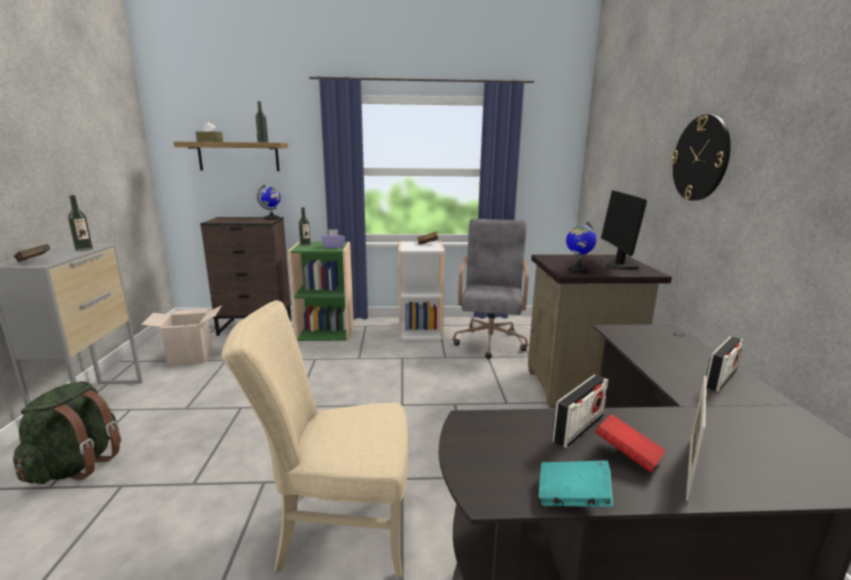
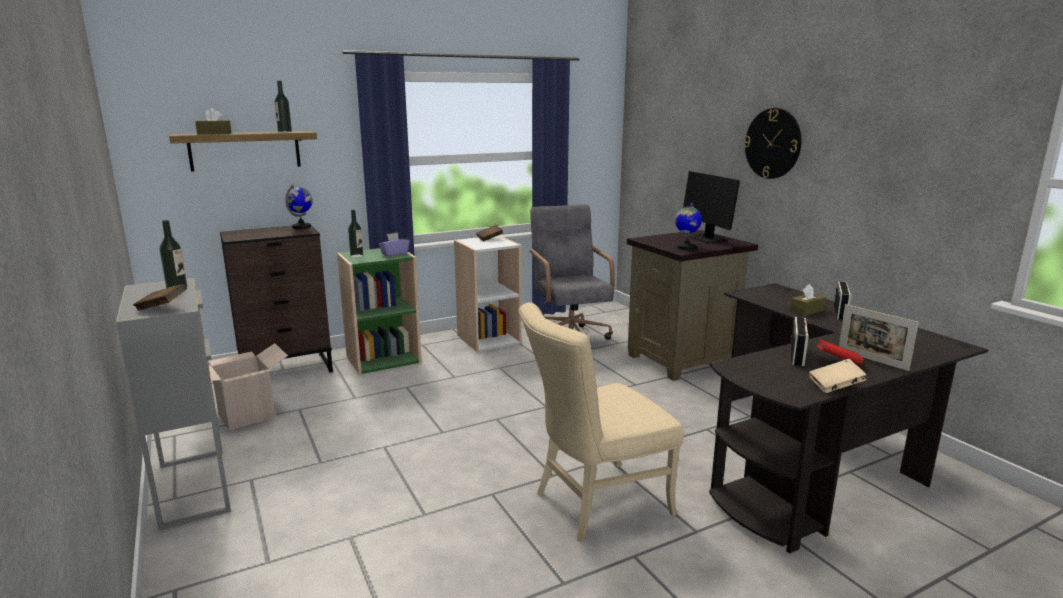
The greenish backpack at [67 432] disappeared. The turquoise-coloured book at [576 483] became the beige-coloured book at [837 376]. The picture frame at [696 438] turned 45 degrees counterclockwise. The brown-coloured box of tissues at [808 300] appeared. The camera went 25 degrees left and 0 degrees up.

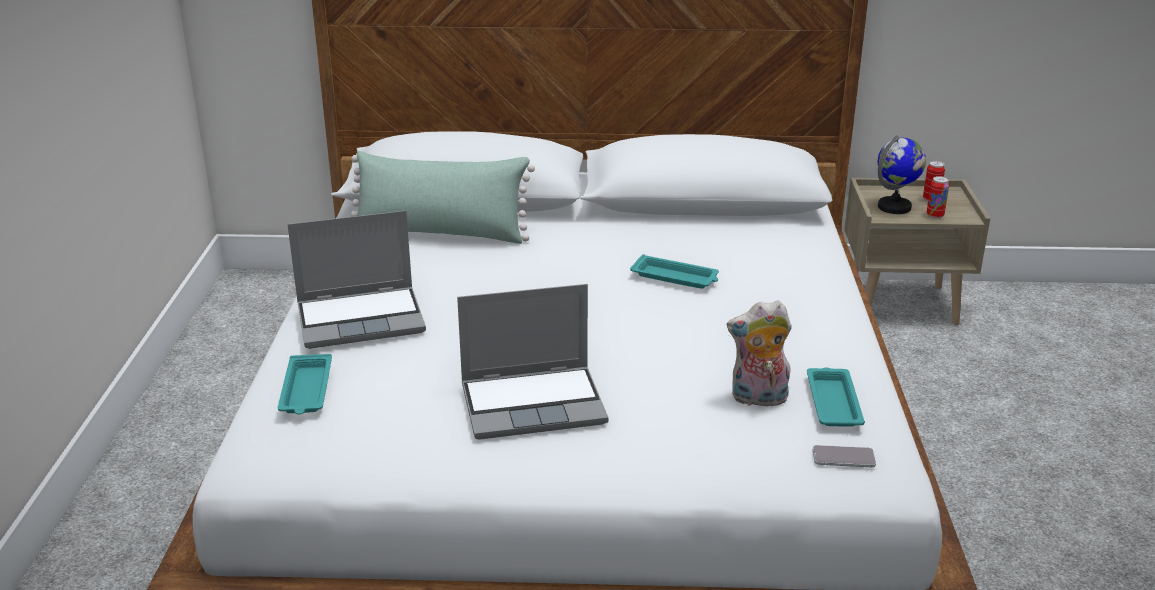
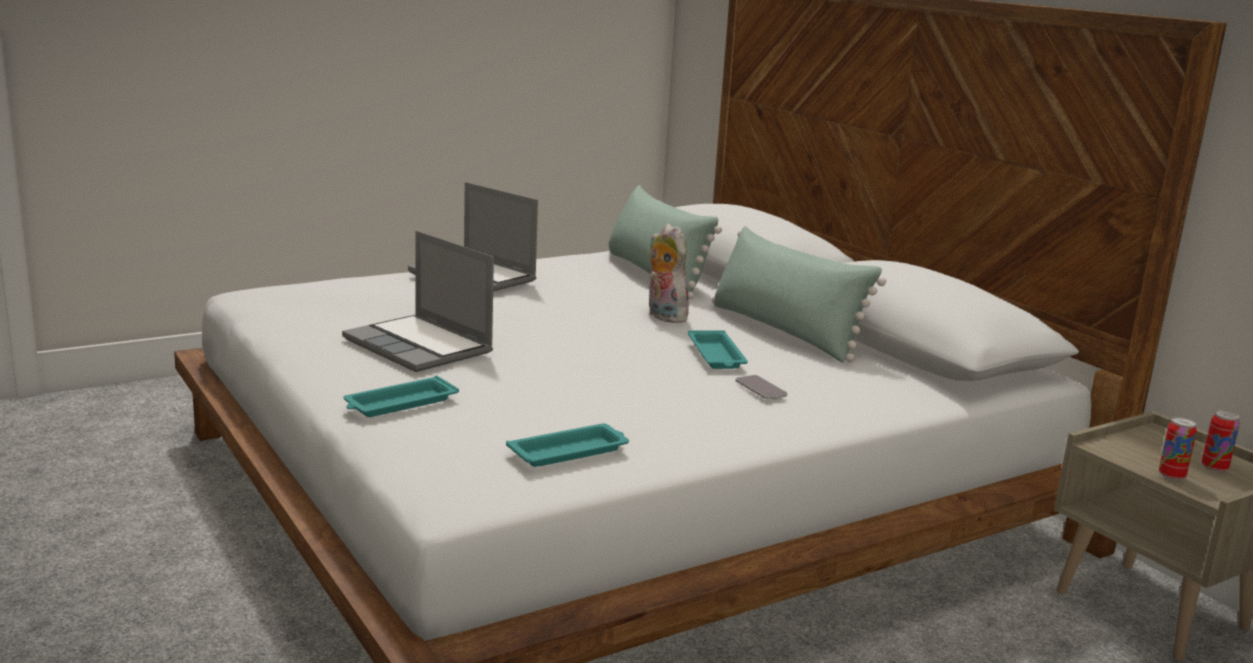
The turquoise-coloured carrying tray moved from [305 384] to [401 396]. The cuddly toy moved from [759 353] to [669 273]. The phone moved from [844 456] to [761 387]. The desk globe at [901 174] disappeared. The greenish cushion at [799 294] appeared. The camera went 55 degrees right and 10 degrees down.

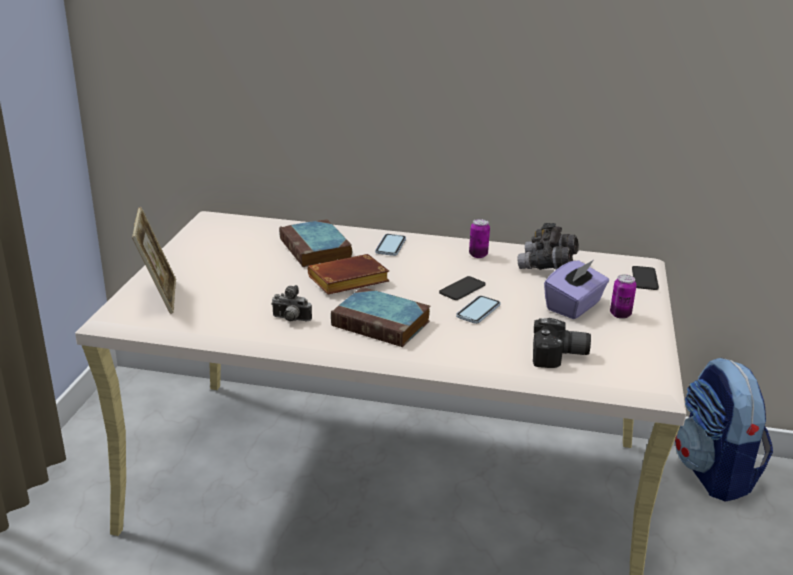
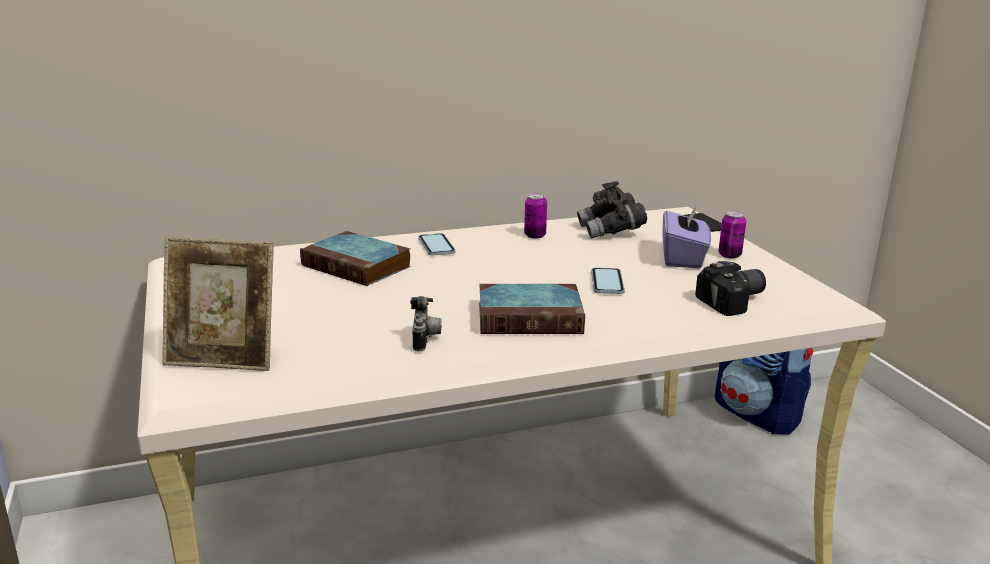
The picture frame at [154 260] turned 135 degrees clockwise. The still camera at [291 303] turned 75 degrees counterclockwise. The brown-coloured book at [348 274] disappeared. The phone at [462 288] disappeared. The camera went 30 degrees left and 5 degrees down.

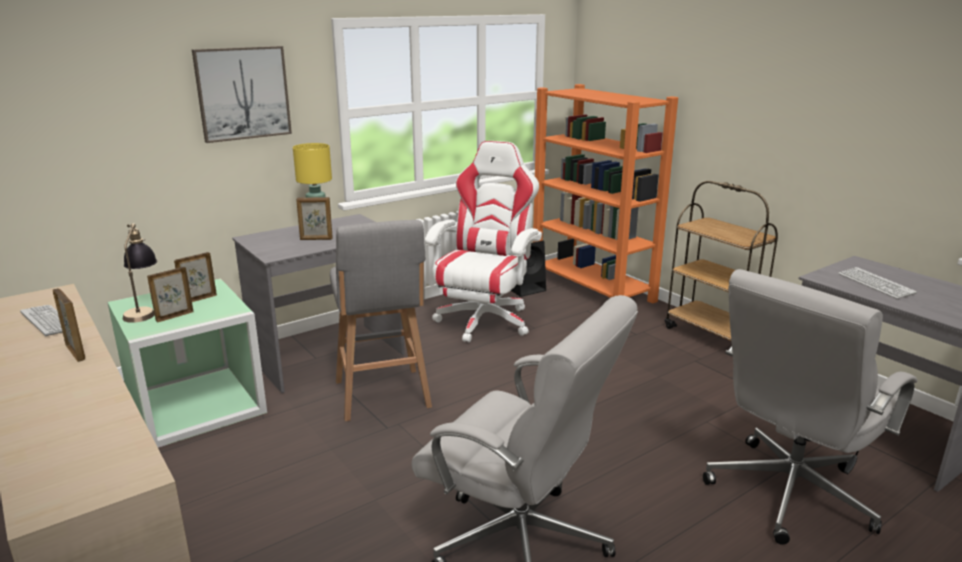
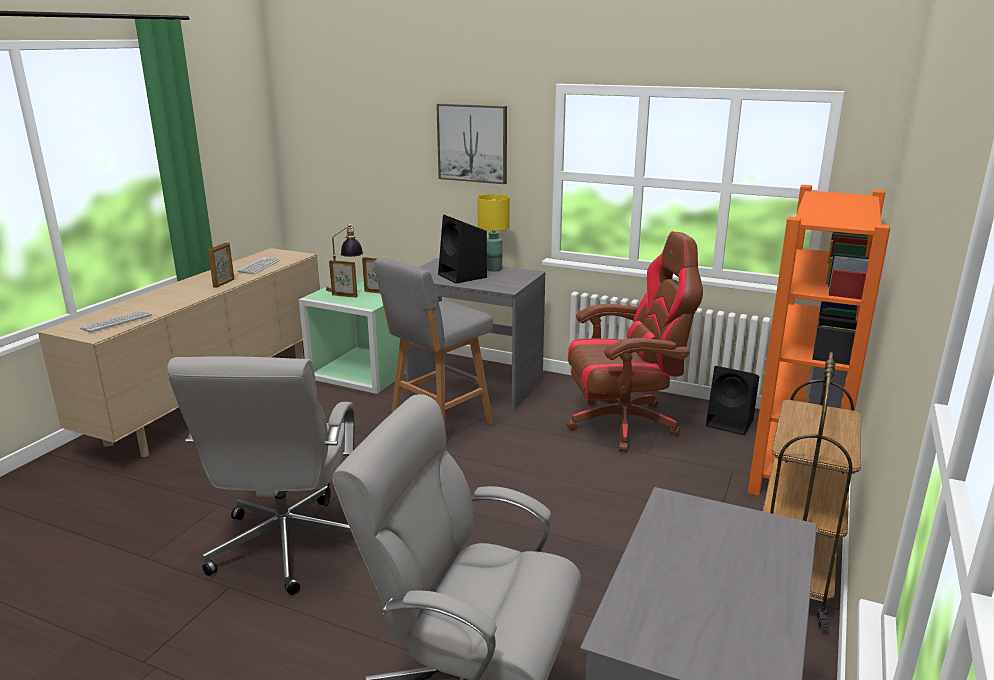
The picture frame at [314 218] was replaced by the blackish audio speaker at [462 249]. The white-coloured office chair at [483 242] became the brown-coloured office chair at [635 342]. The computer keyboard moved from [877 283] to [116 322]. The camera went 60 degrees right and 0 degrees up.

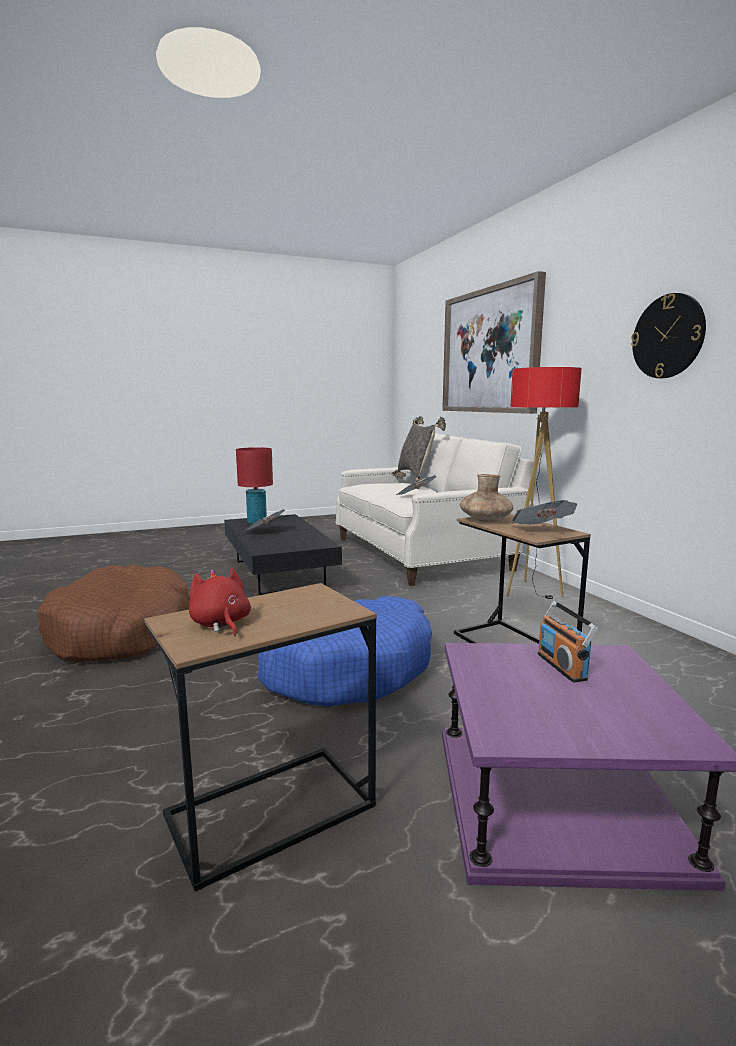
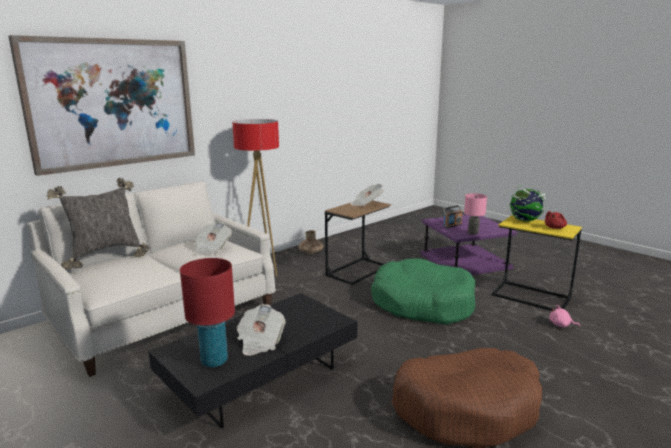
The brown-coloured side table at [260 737] became the yellowish side table at [537 263]. The blue pet bed at [344 651] became the greenish pet bed at [423 291]. The brown-coloured decorative vase moved from [486 498] to [311 242]. The wall clock at [668 335] disappeared. The pinkish lamp for a table at [475 214] appeared. The desk globe at [527 203] appeared. The pinkish cuddly toy at [564 316] appeared. The camera went 110 degrees left and 5 degrees up.

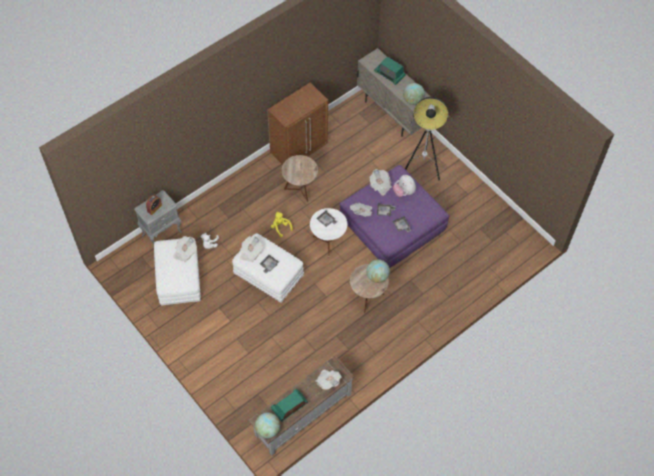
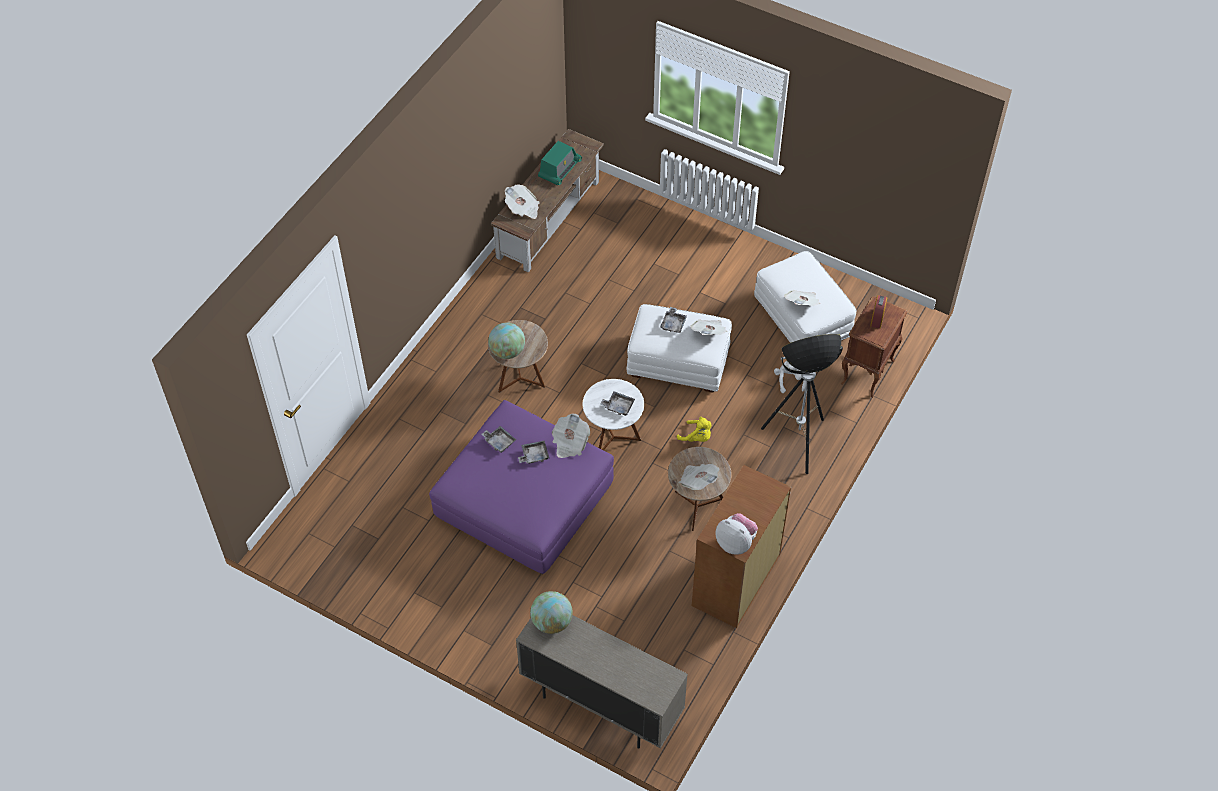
The grey bedside table at [158 217] became the brown-coloured bedside table at [874 347]. The desk globe at [267 425] disappeared. The printed paper moved from [380 182] to [699 476]. The radio at [390 71] disappeared. The cuddly toy moved from [404 186] to [737 534]. The standard lamp moved from [427 138] to [802 404]. The camera went 160 degrees right and 5 degrees down.

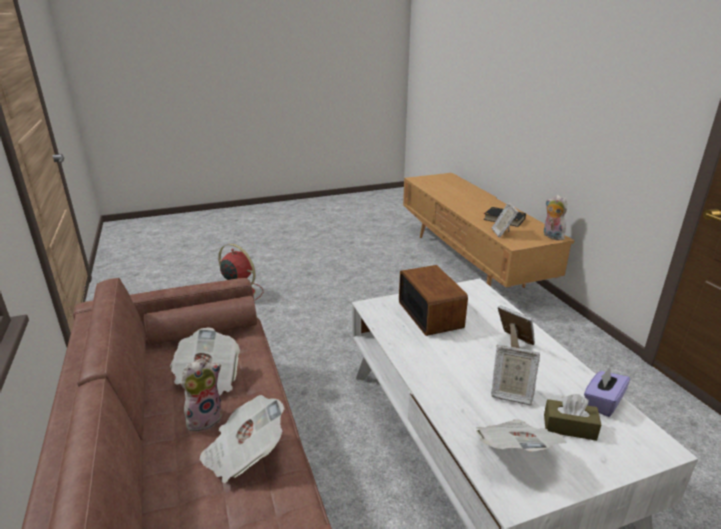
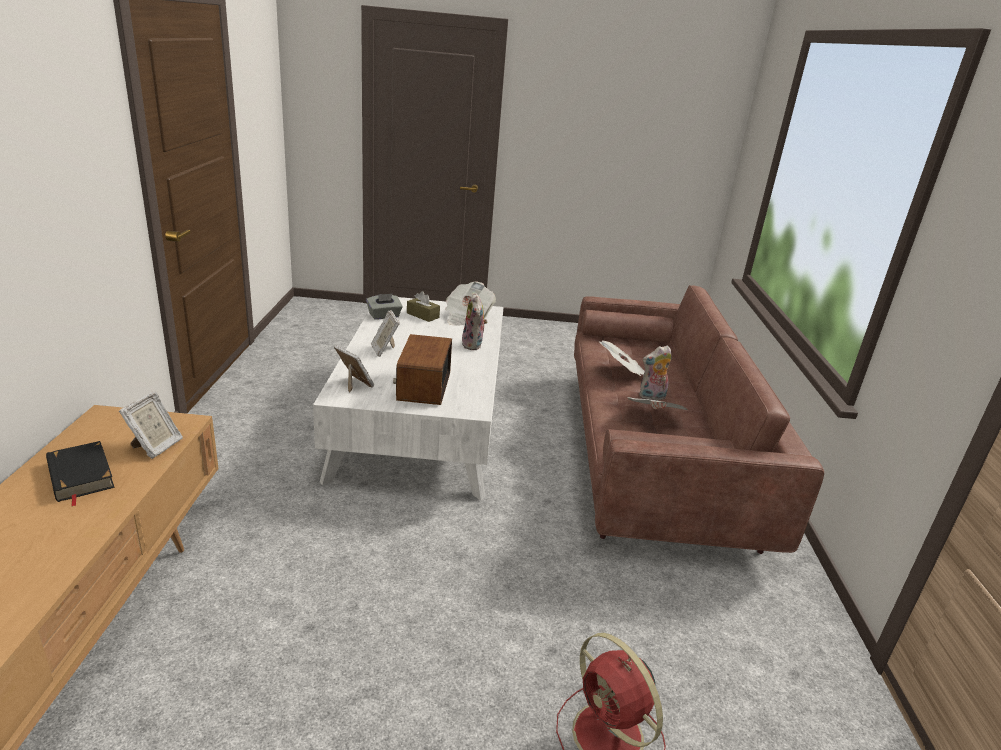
The picture frame moved from [515 375] to [354 369]. The cuddly toy moved from [555 217] to [475 321]. The purplish box of tissues at [607 392] became the grey box of tissues at [384 307]. The camera went 160 degrees left and 0 degrees up.

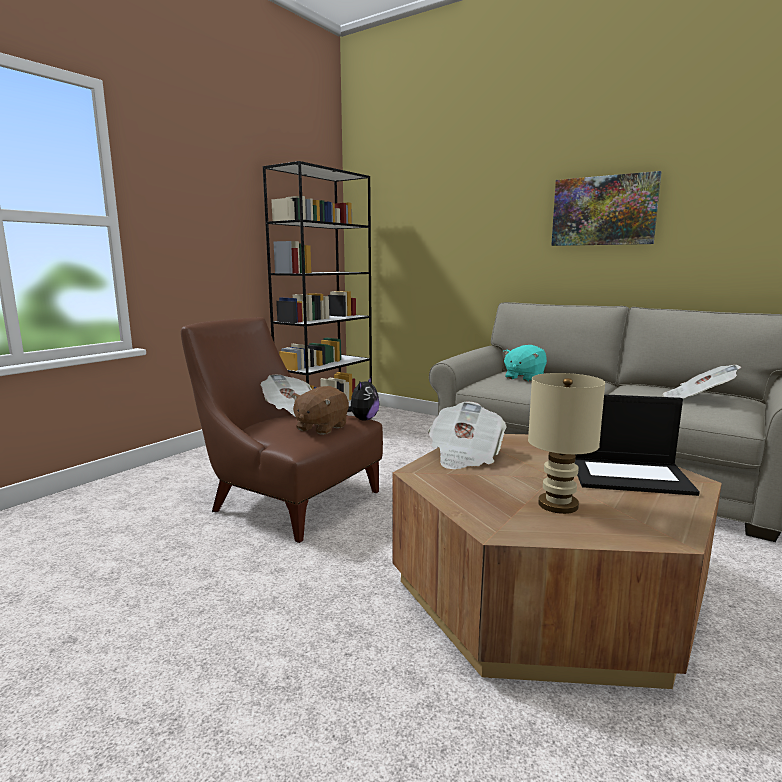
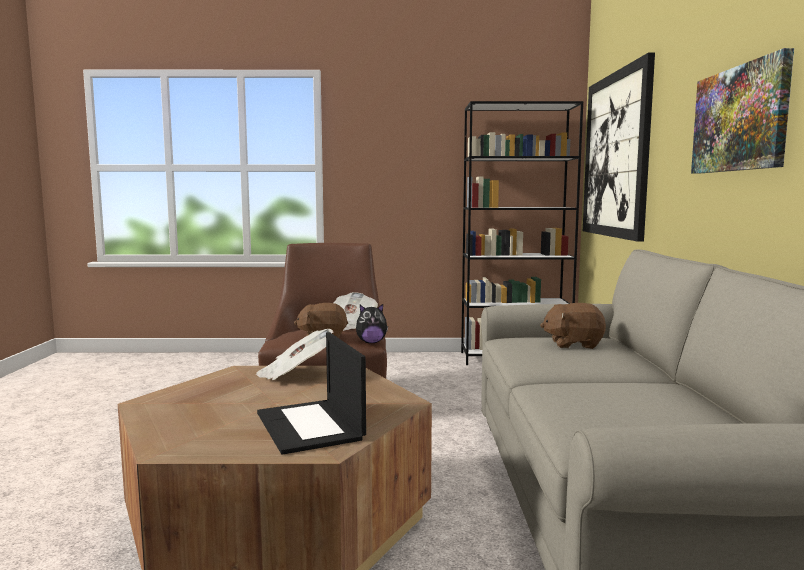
The turquoise-coloured cuddly toy at [525 363] became the brown-coloured cuddly toy at [573 326]. The beige-coloured lamp for a table at [566 443] disappeared. The printed paper at [701 382] disappeared. The wall picture at [619 147] appeared. The camera went 55 degrees right and 5 degrees down.

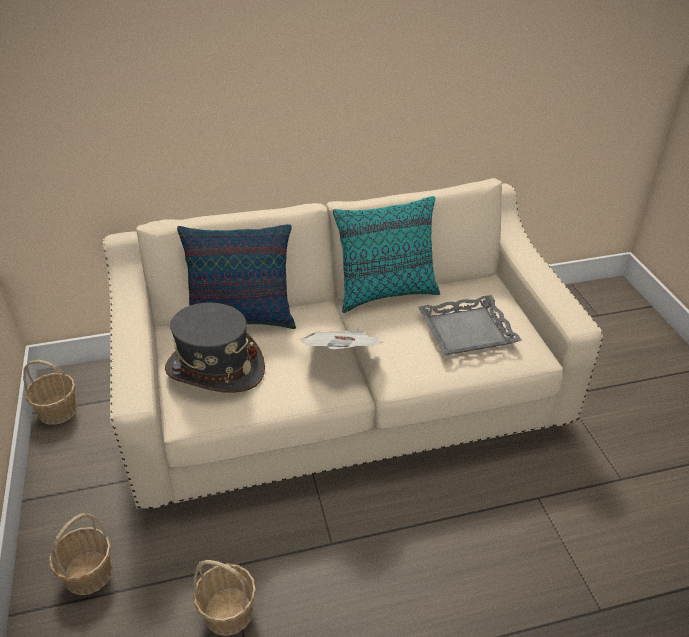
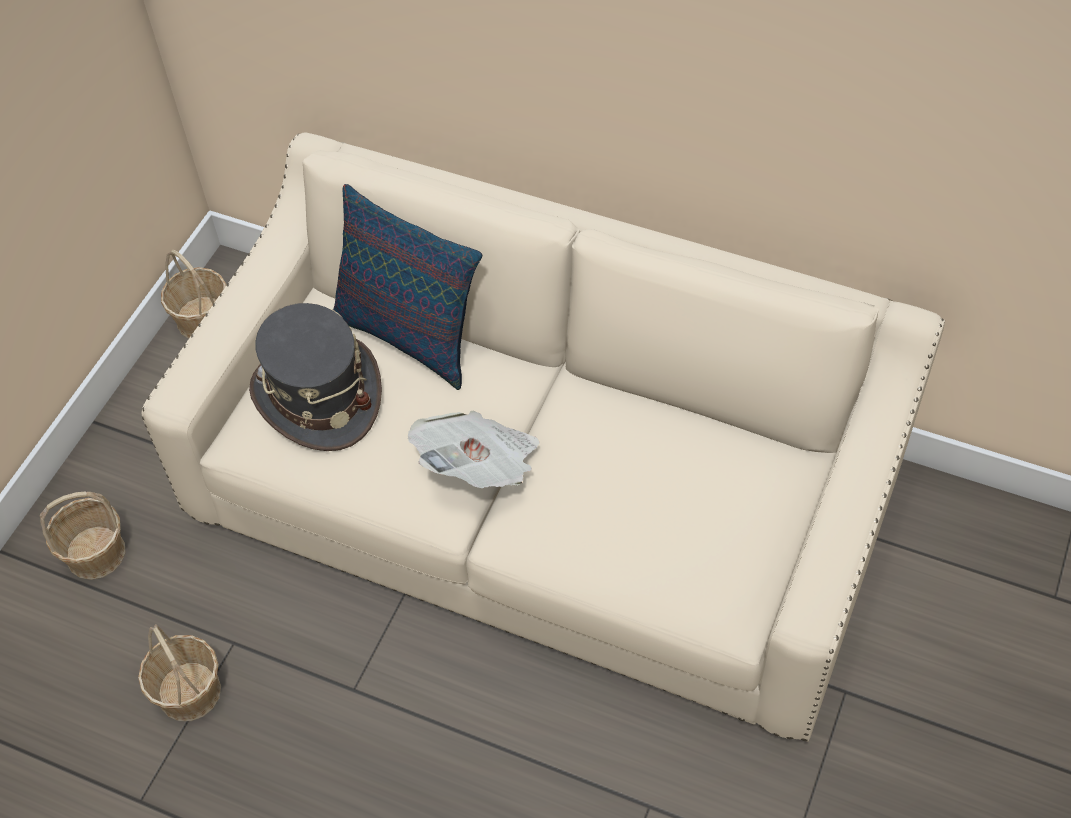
The turquoise-coloured cushion at [386 254] disappeared. The grey carrying tray at [470 325] disappeared. The camera went 40 degrees right and 15 degrees up.

